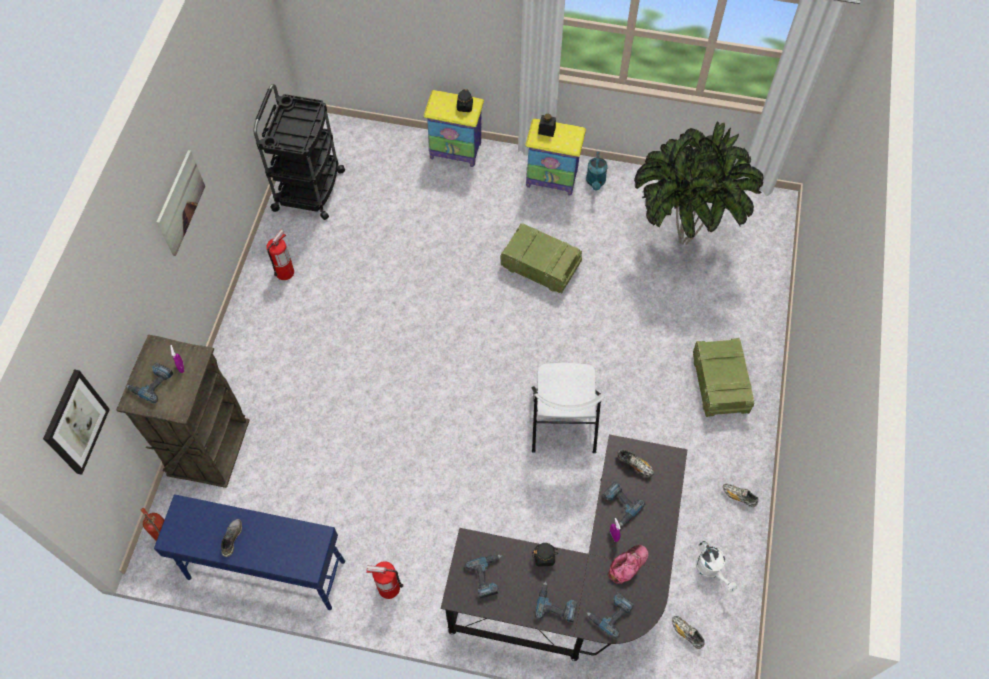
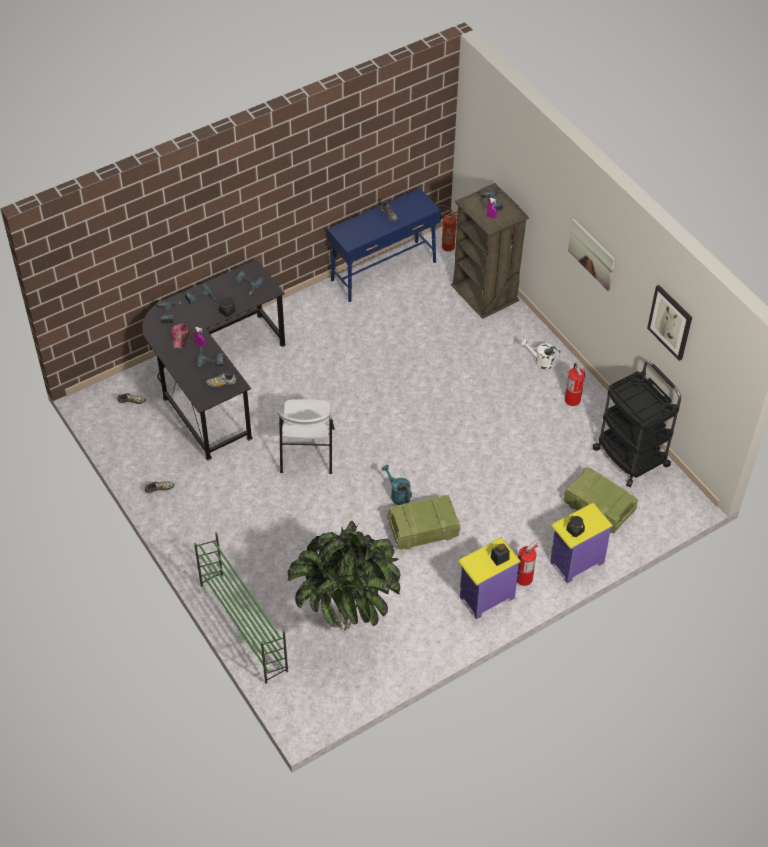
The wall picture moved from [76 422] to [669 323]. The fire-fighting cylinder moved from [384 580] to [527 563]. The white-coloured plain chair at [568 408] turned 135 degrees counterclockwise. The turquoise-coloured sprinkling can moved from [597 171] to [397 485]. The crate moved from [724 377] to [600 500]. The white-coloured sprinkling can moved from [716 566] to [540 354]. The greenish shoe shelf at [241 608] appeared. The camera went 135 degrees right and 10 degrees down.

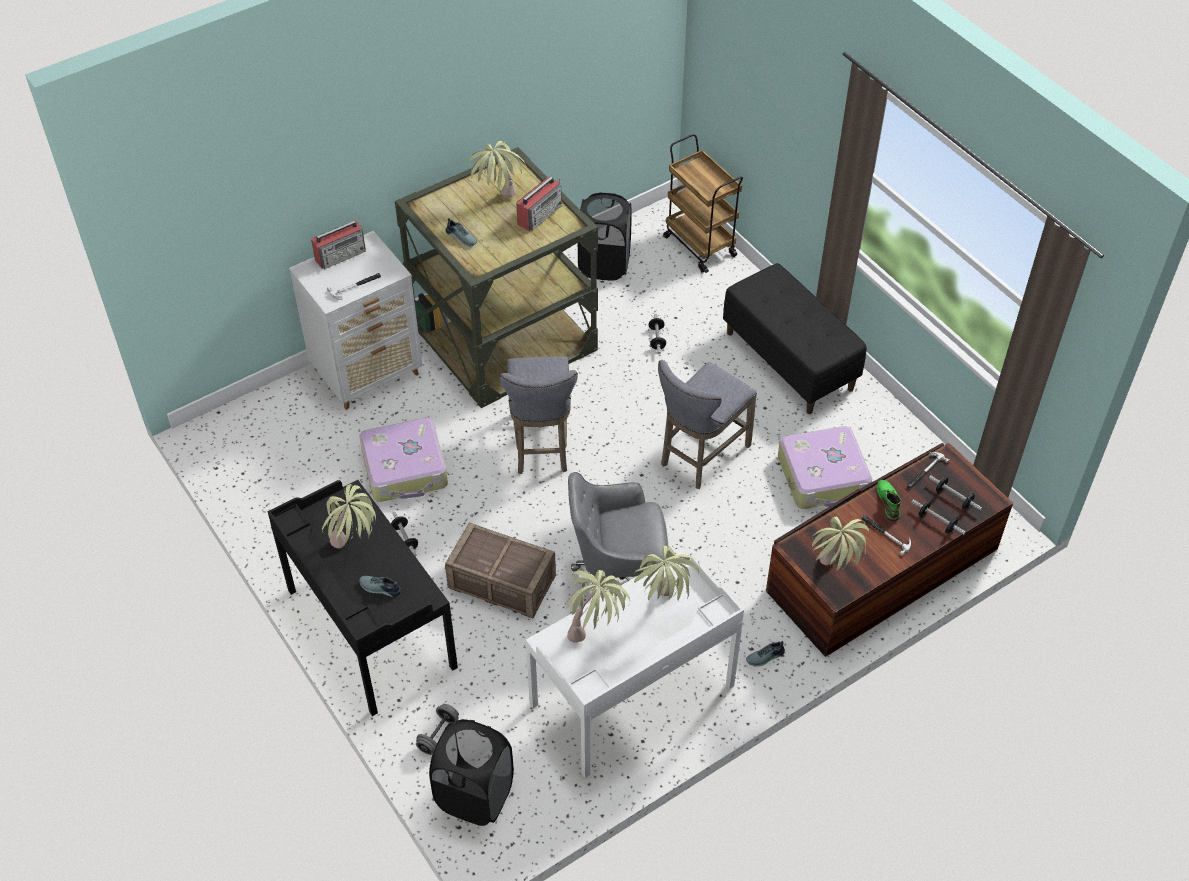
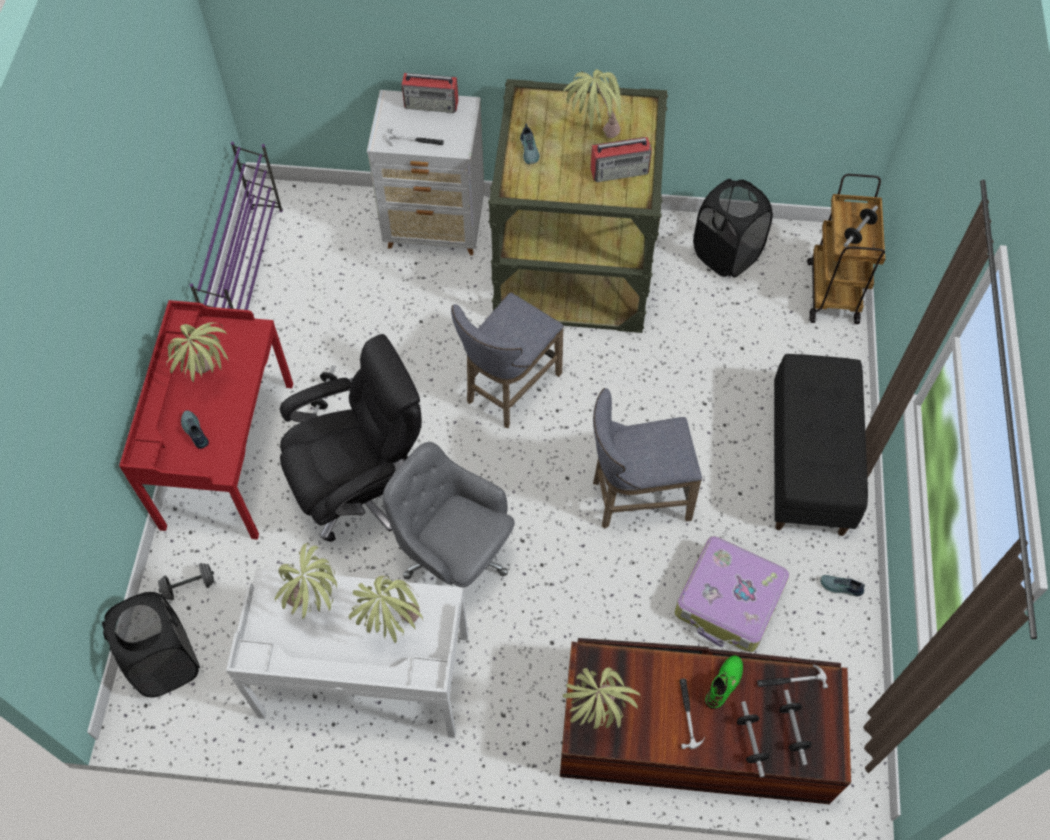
The blackish desk unit at [362 598] became the reddish desk unit at [206 420]. The suitcase at [403 460] disappeared. The crate at [500 570] was replaced by the blackish office chair at [351 438]. The free weight moved from [657 334] to [861 226]. The item of footwear moved from [765 654] to [842 586]. The purplish shoe shelf at [236 226] appeared. The camera went 40 degrees right and 10 degrees up.

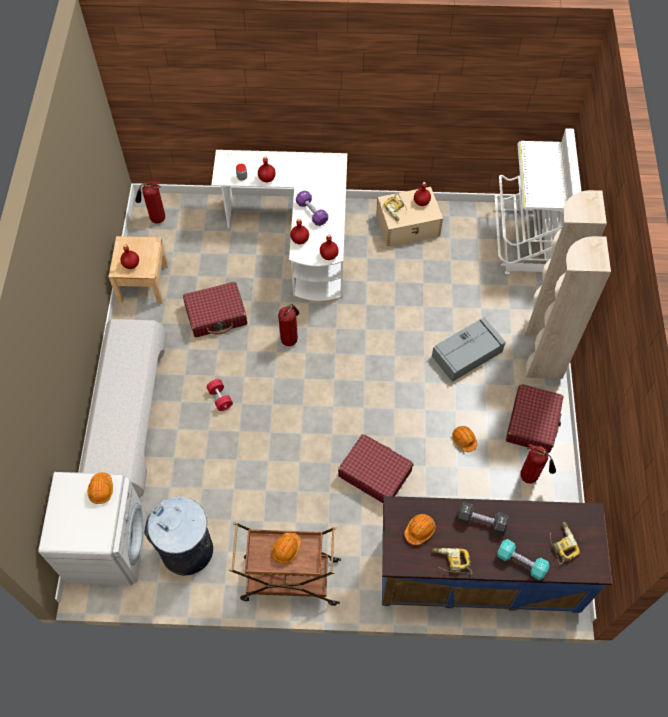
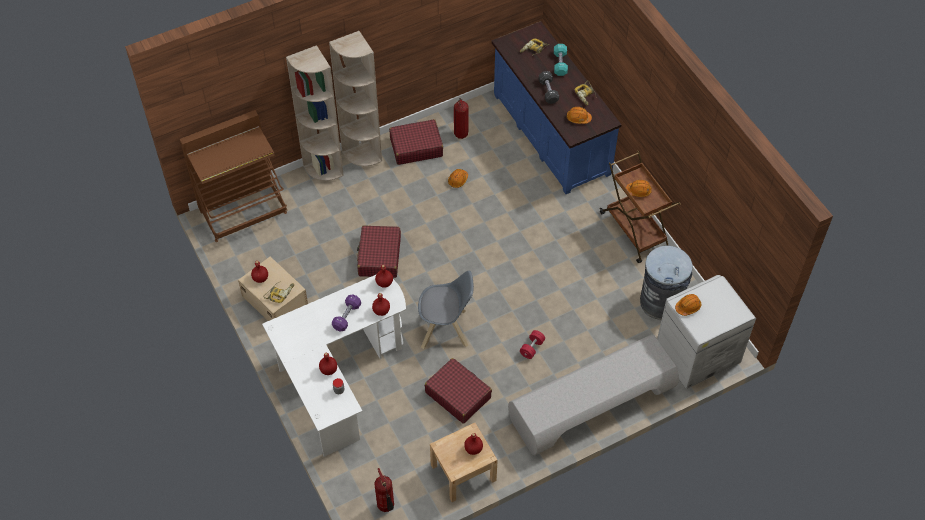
The fire-fighting cylinder at [288 325] was replaced by the grey plain chair at [446 310]. The reddish suitcase moved from [375 468] to [379 252]. The grey storage bin at [469 349] disappeared. The white-coloured shoe shelf at [538 201] became the brown-coloured shoe shelf at [233 176]. The camera went 120 degrees left and 5 degrees down.

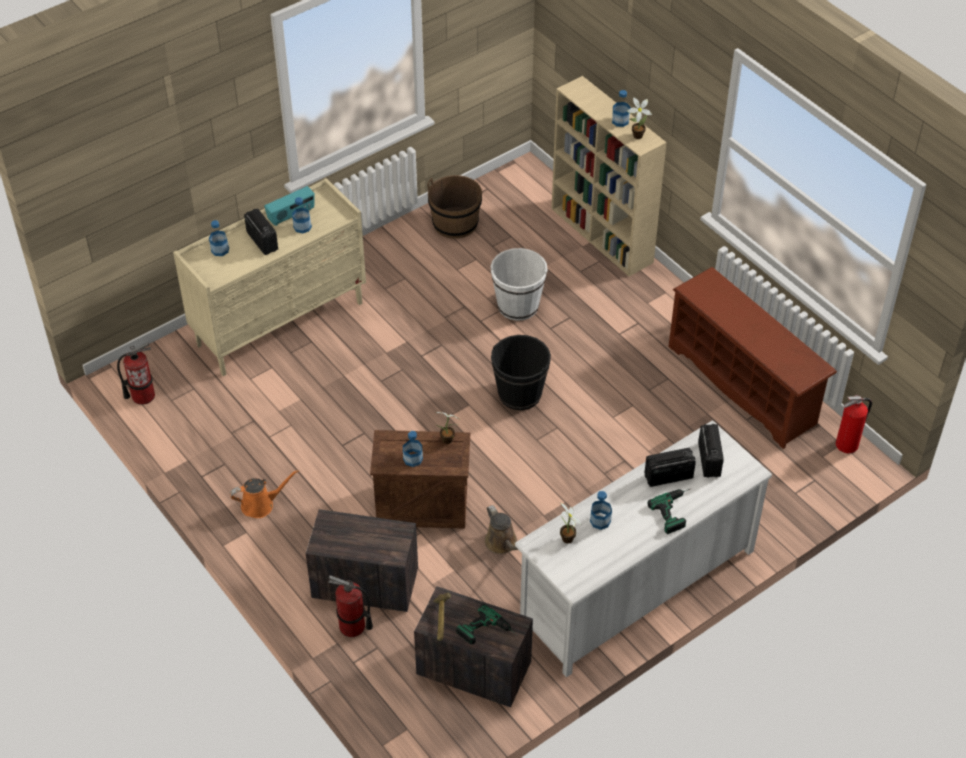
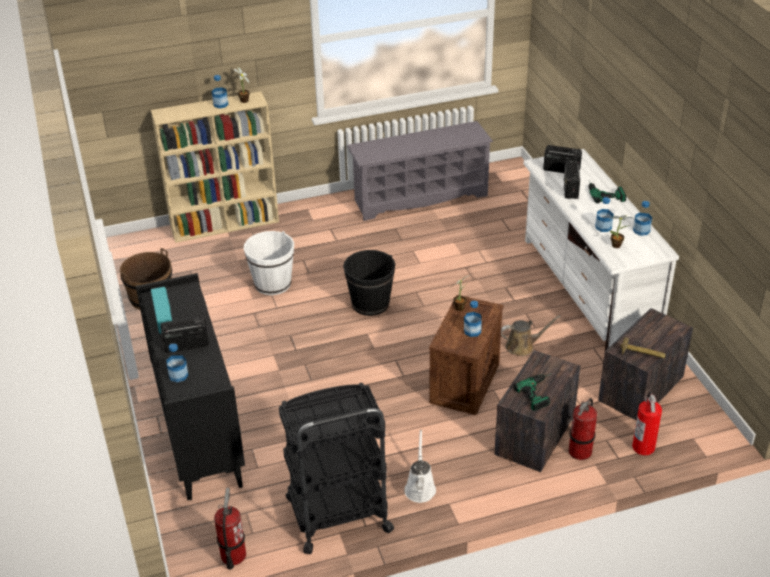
The beige-coloured storage cabinet at [269 277] became the blackish storage cabinet at [190 386]. The orangey sprinkling can at [264 494] became the white-coloured sprinkling can at [420 466]. The beverage bottle moved from [302 215] to [642 218]. The drill moved from [487 624] to [532 392]. The brown-coloured shoe shelf at [753 358] became the grey shoe shelf at [420 171]. The fire-fighting cylinder moved from [854 424] to [647 423]. The blackish wheeled cart at [336 468] appeared. The camera went 70 degrees left and 10 degrees down.

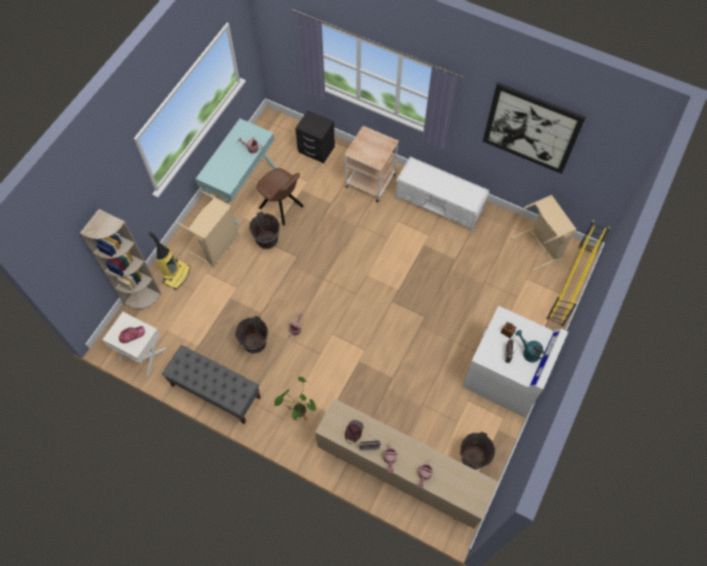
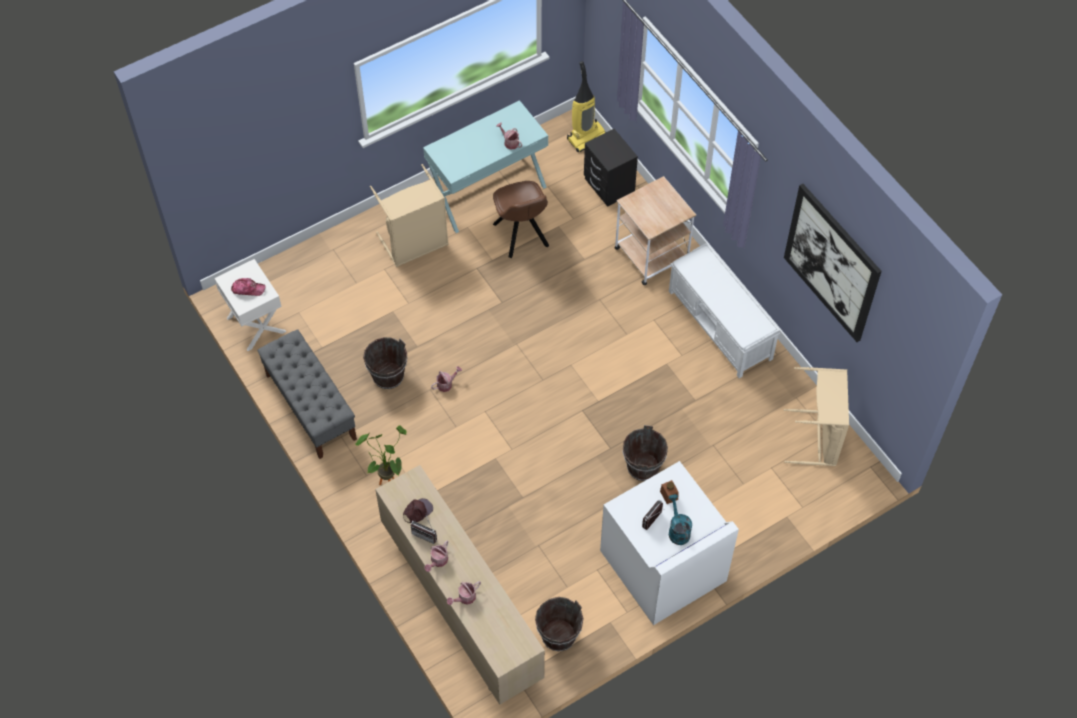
The beige-coloured bookshelf at [120 259] disappeared. The hoover moved from [170 260] to [586 106]. The brown-coloured bucket moved from [264 230] to [645 453]. The yellowish shoe shelf at [578 273] disappeared. The camera went 30 degrees right and 5 degrees down.

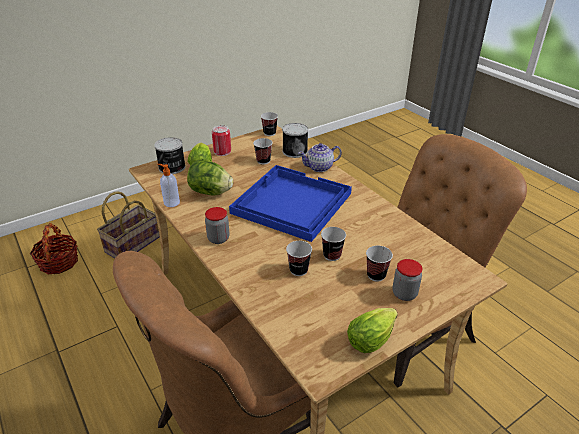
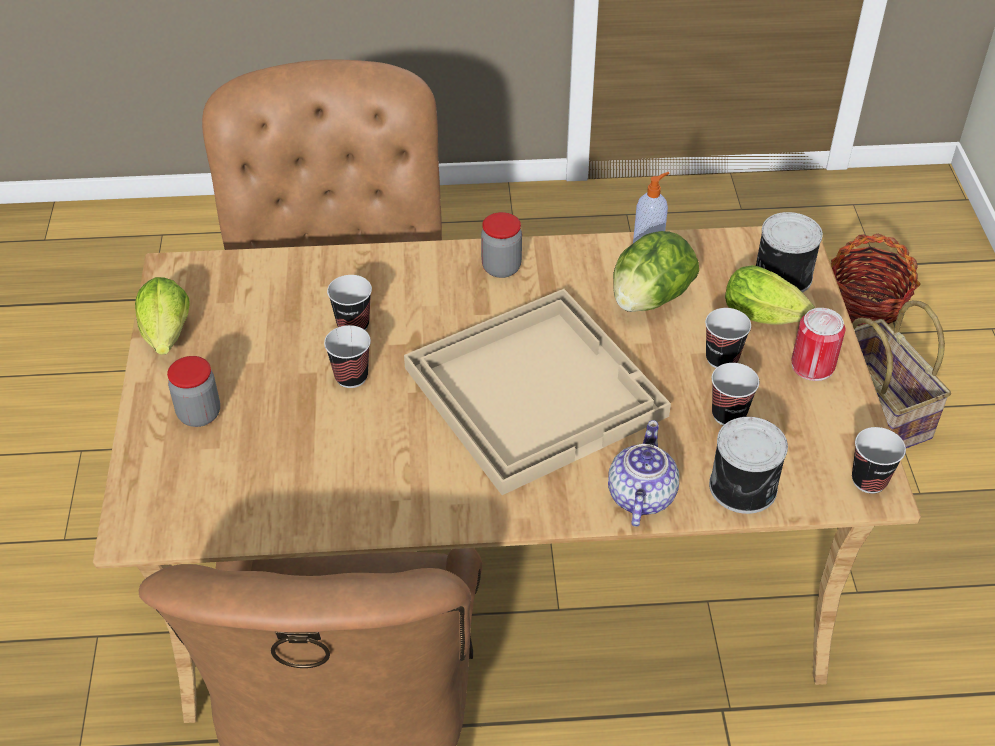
The blue carrying tray at [290 203] became the beige-coloured carrying tray at [537 392]. The cup moved from [379 264] to [728 338]. The camera went 120 degrees right and 10 degrees up.

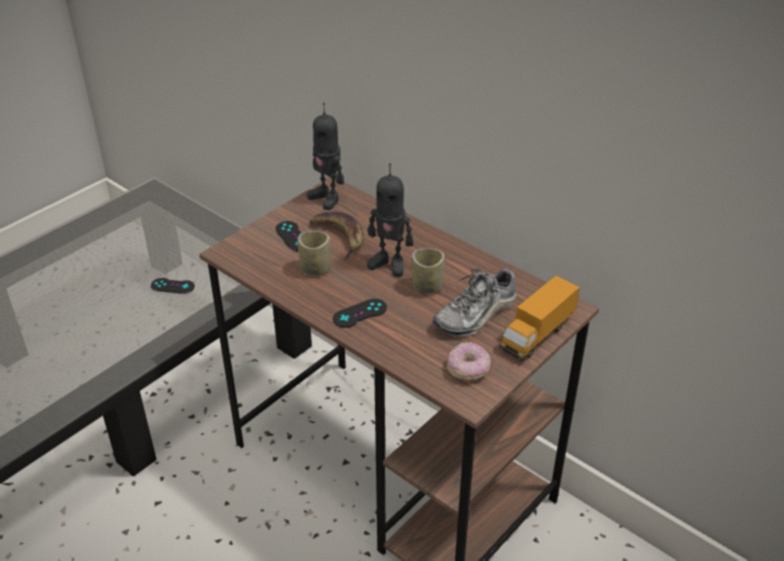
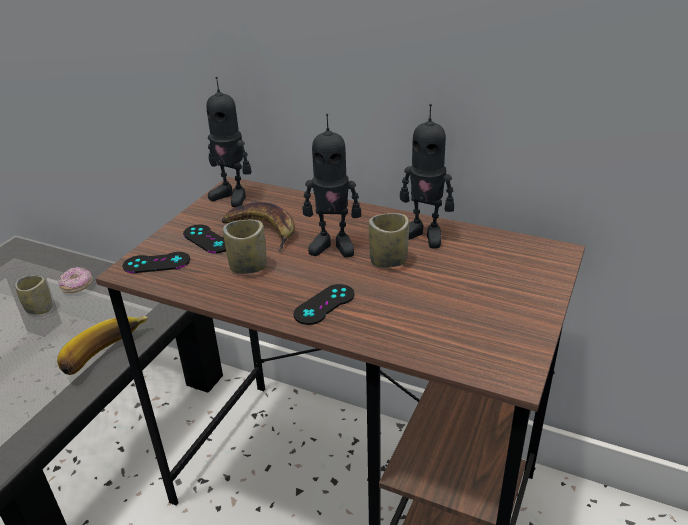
The blackish joypad moved from [173 286] to [156 262]. The item of footwear at [474 302] disappeared. The donut moved from [469 361] to [75 280]. The toy lorry at [539 318] disappeared. The cup at [33 295] appeared. The banana fruit at [103 345] appeared. The robot figure at [427 176] appeared. The camera went 15 degrees left and 5 degrees down.

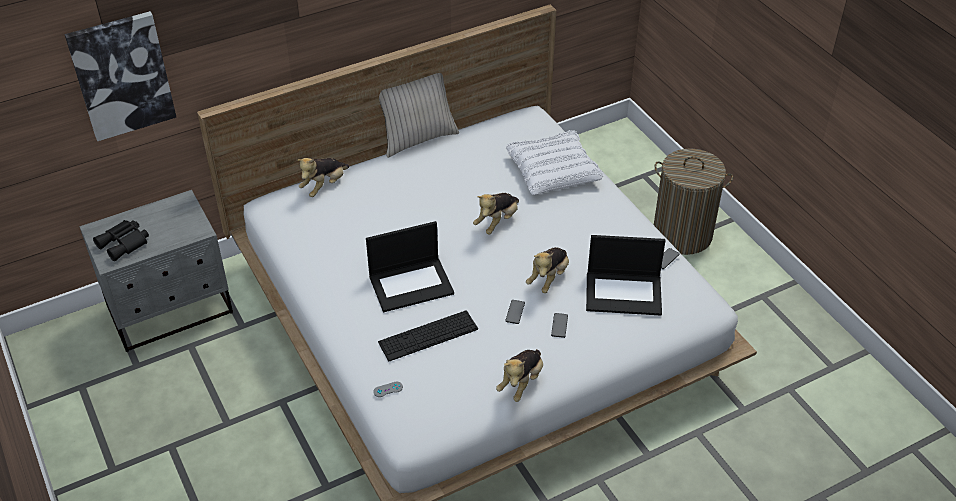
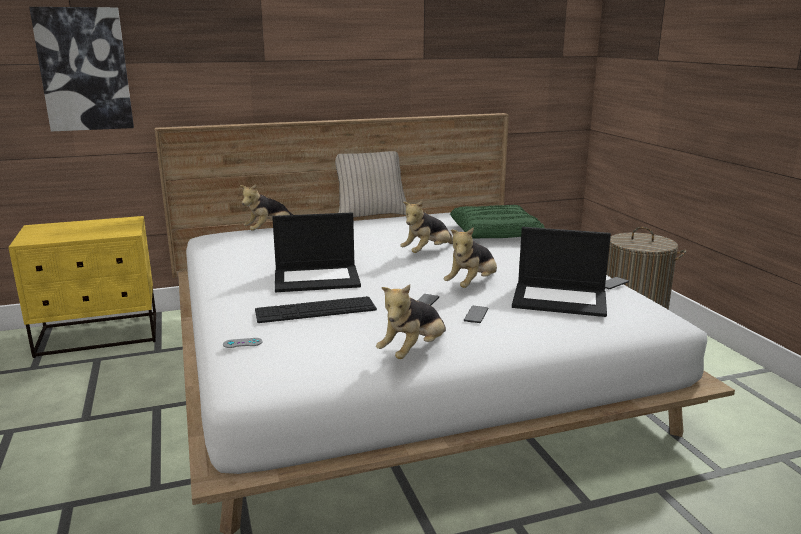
The grey bedside table at [156 271] became the yellowish bedside table at [82 287]. The blackish field glasses at [121 240] disappeared. The white-coloured cushion at [555 162] became the greenish cushion at [497 222]. The camera went 10 degrees right and 25 degrees down.

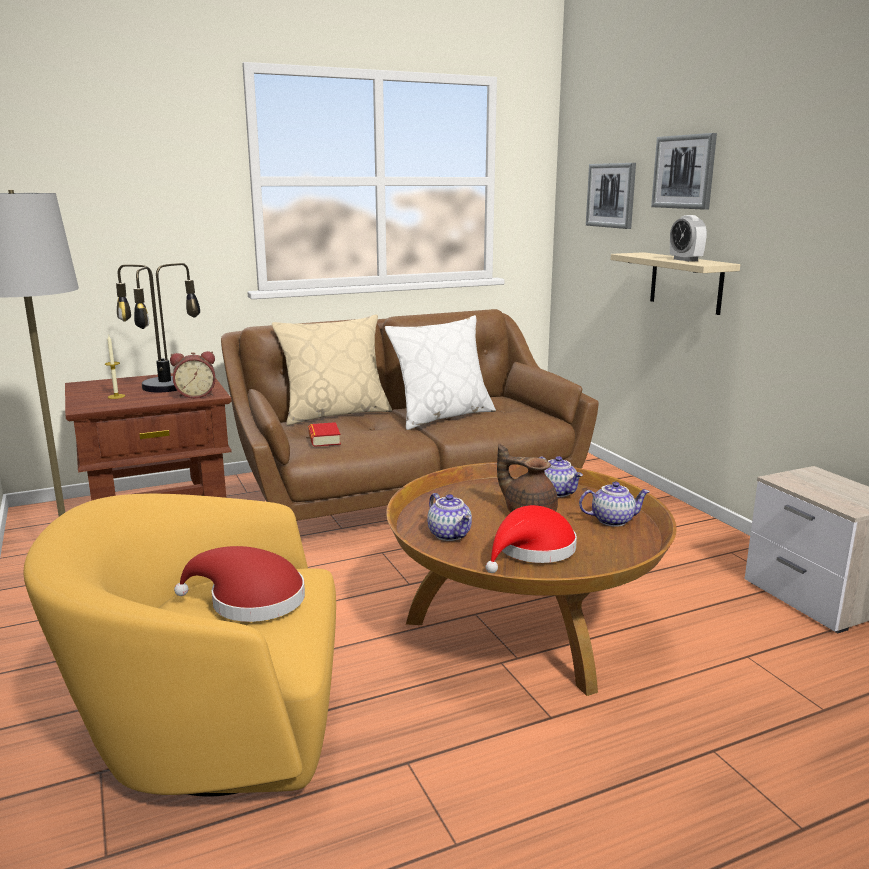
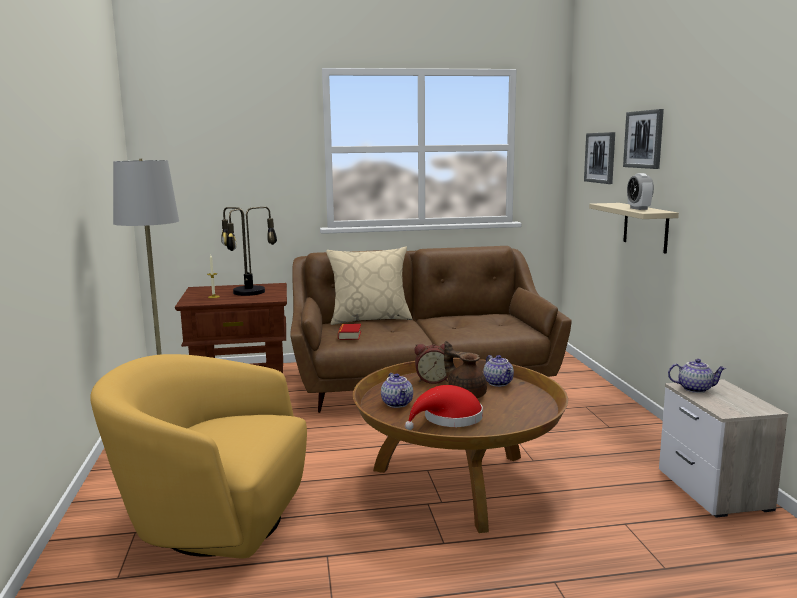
The alarm clock moved from [192 374] to [431 363]. The reddish hat at [239 584] disappeared. The white-coloured cushion at [440 372] disappeared. The pot for tea moved from [614 504] to [697 376]. The camera went 15 degrees right and 5 degrees down.

